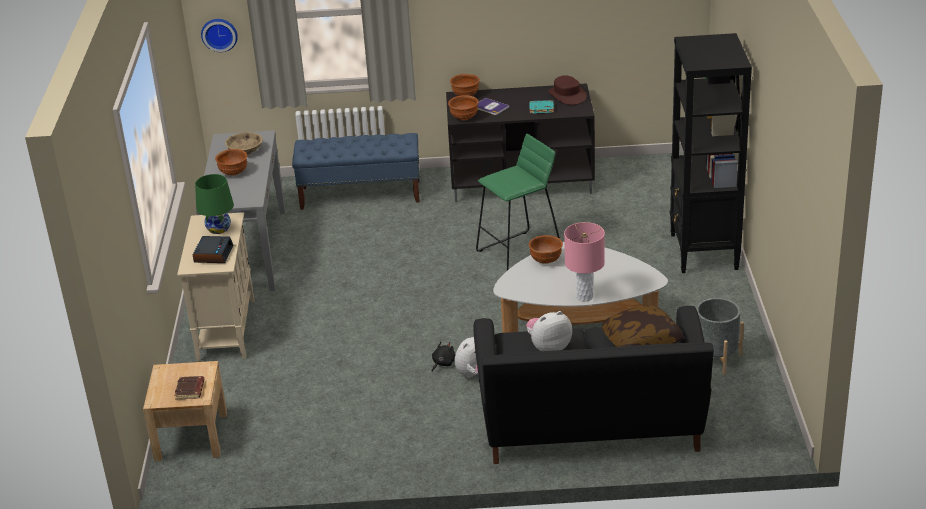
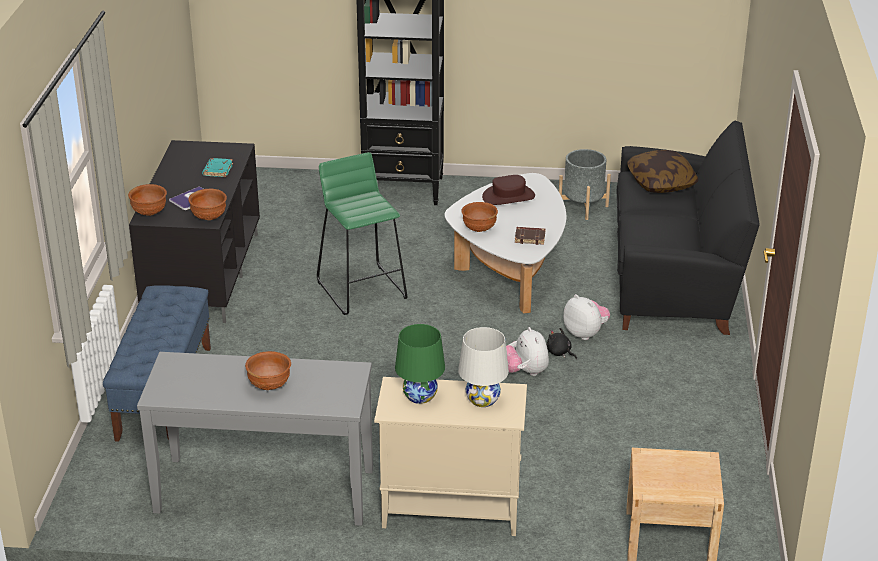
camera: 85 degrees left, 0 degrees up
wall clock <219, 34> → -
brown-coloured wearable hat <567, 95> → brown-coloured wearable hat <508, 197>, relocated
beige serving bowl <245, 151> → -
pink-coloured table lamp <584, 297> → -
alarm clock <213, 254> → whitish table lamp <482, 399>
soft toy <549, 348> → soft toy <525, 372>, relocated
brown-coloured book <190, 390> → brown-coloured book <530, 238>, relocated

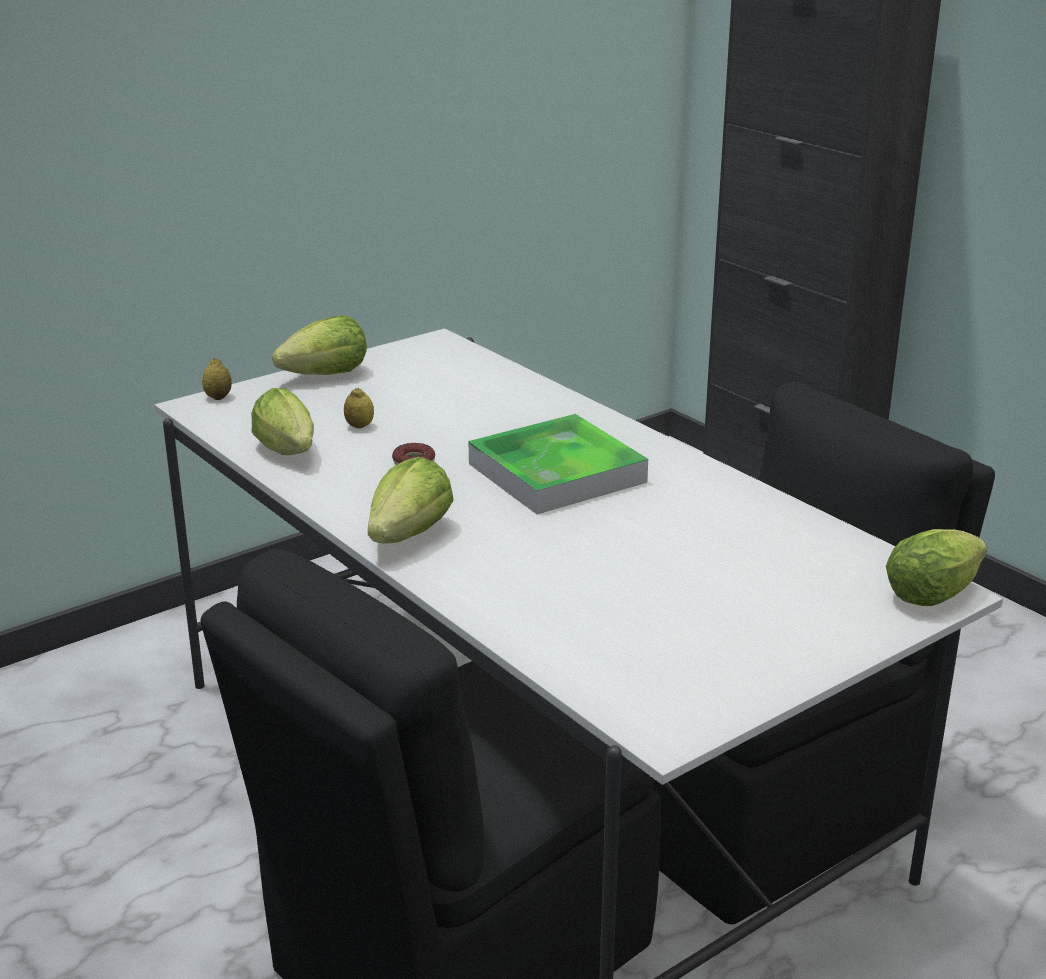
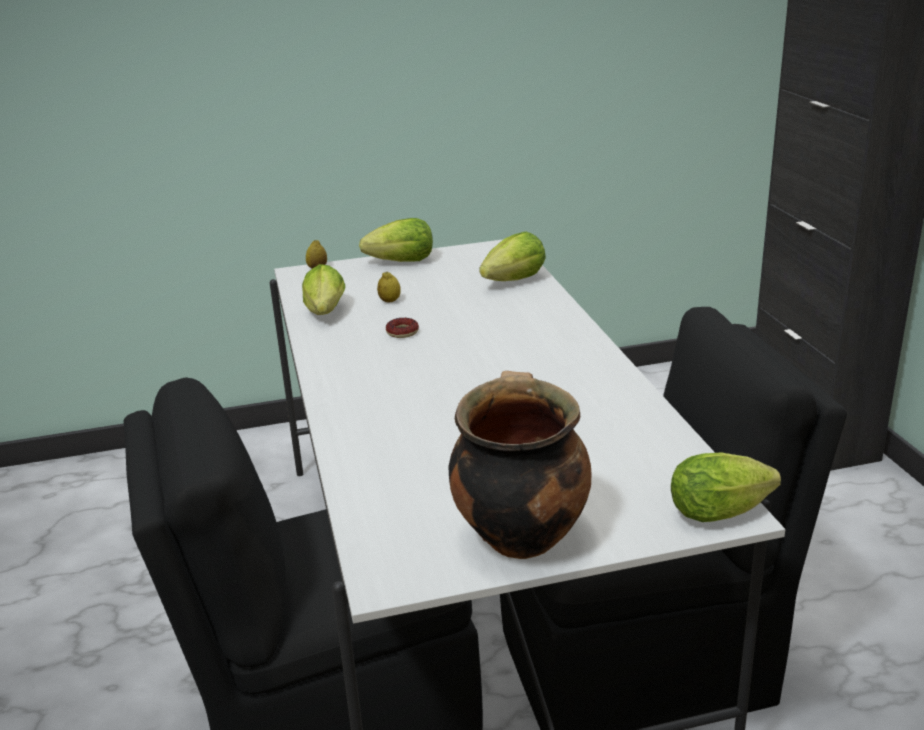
camera: 25 degrees right, 0 degrees up
carrying tray <556, 473> → -
lettuce <410, 535> → lettuce <515, 281>, relocated
- → saucepot <519, 535>

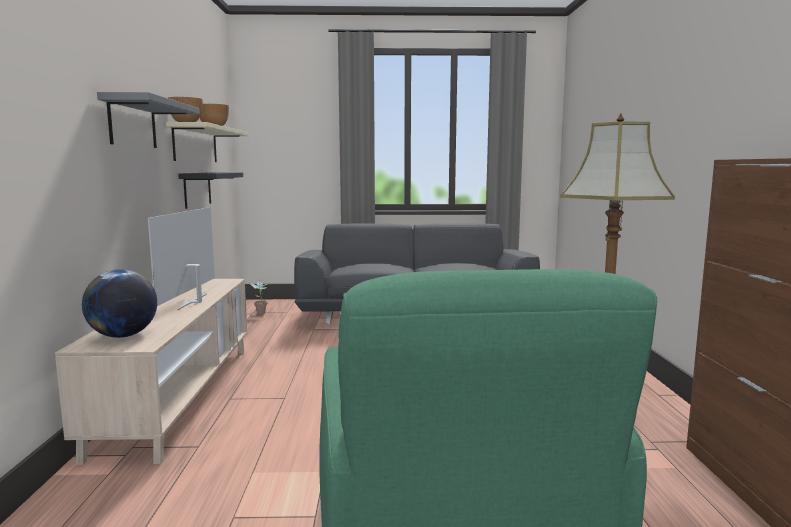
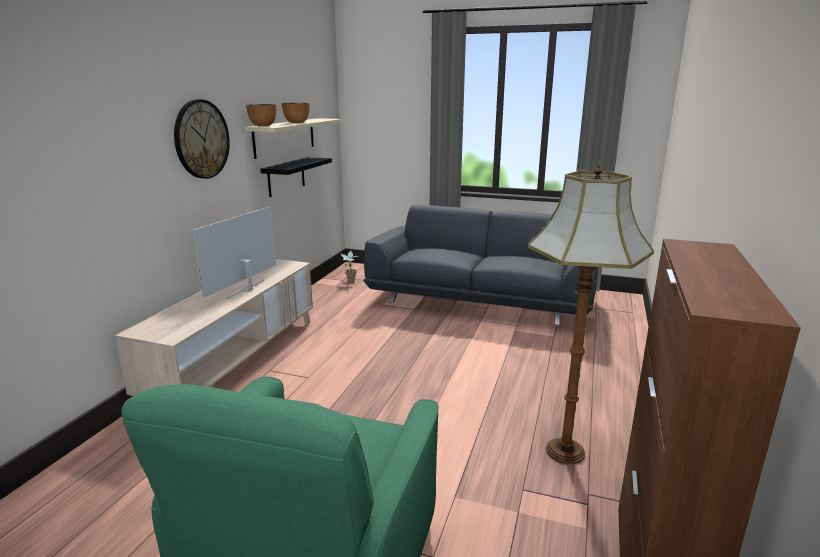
camera: 20 degrees right, 10 degrees up
greyish wall shelf <133, 123> → wall clock <201, 139>
world globe <123, 336> → -

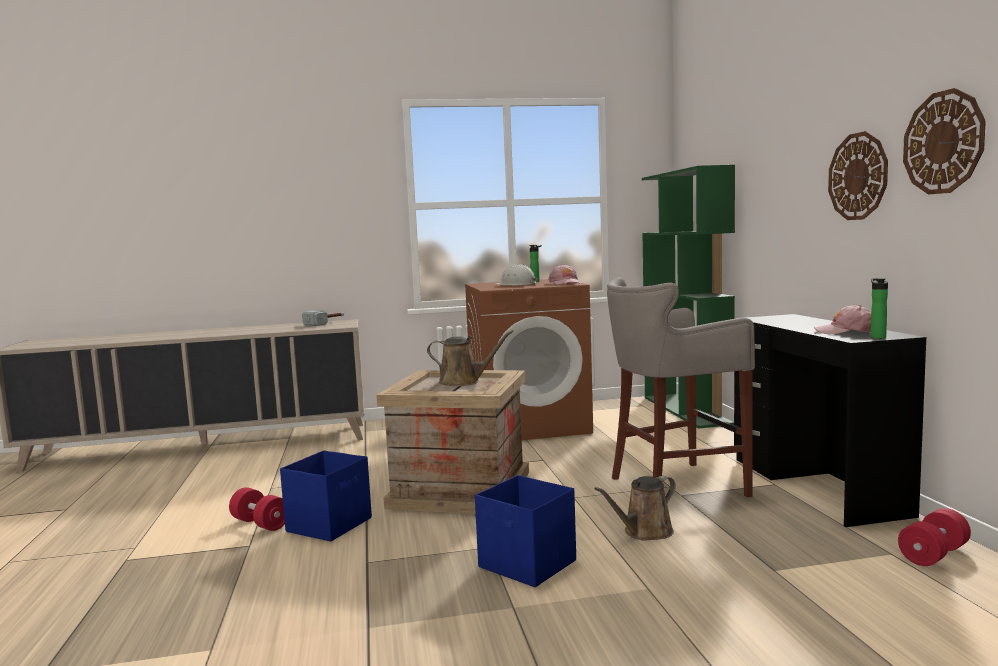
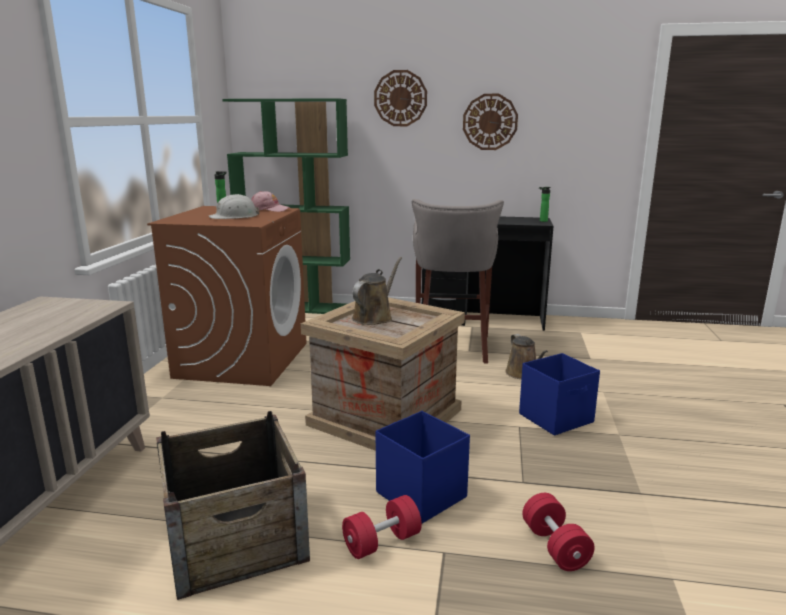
camera: 70 degrees left, 10 degrees up
wall clock <943, 142> → wall clock <400, 98>, relocated
pink-coloured cap <846, 331> → -
tool hammer <326, 323> → -
reddish free weight <933, 554> → reddish free weight <555, 546>, relocated
- → packing crate <234, 538>

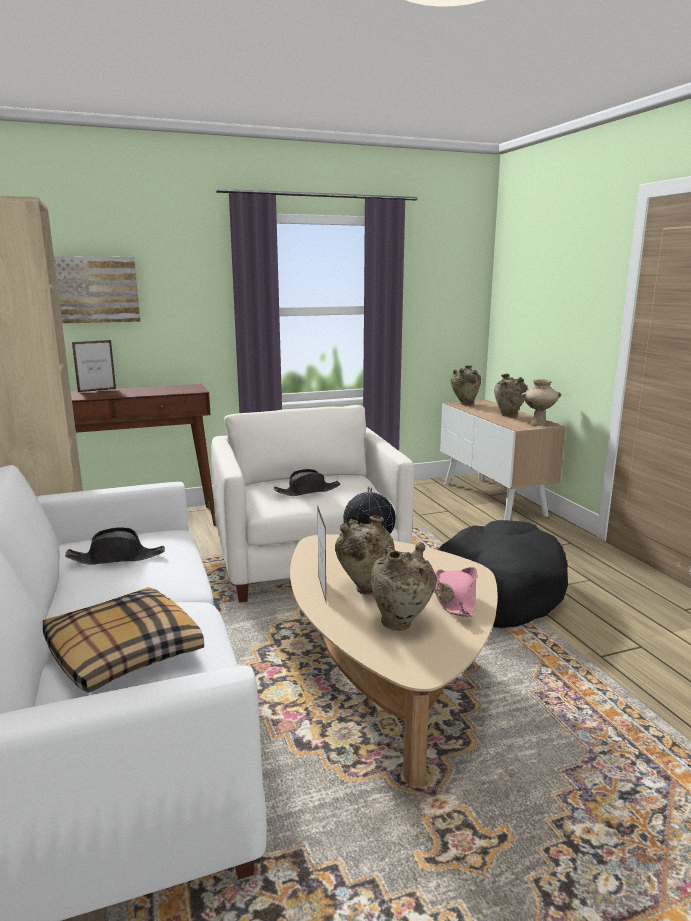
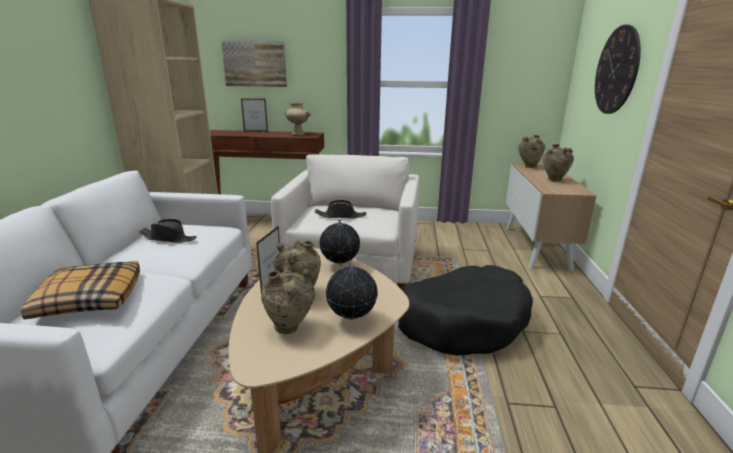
camera: 25 degrees right, 5 degrees up
beige flower vase <537, 424> → beige flower vase <298, 134>, relocated
pink-coloured wearable hat <455, 599> → world globe <351, 320>
- → wall clock <616, 70>

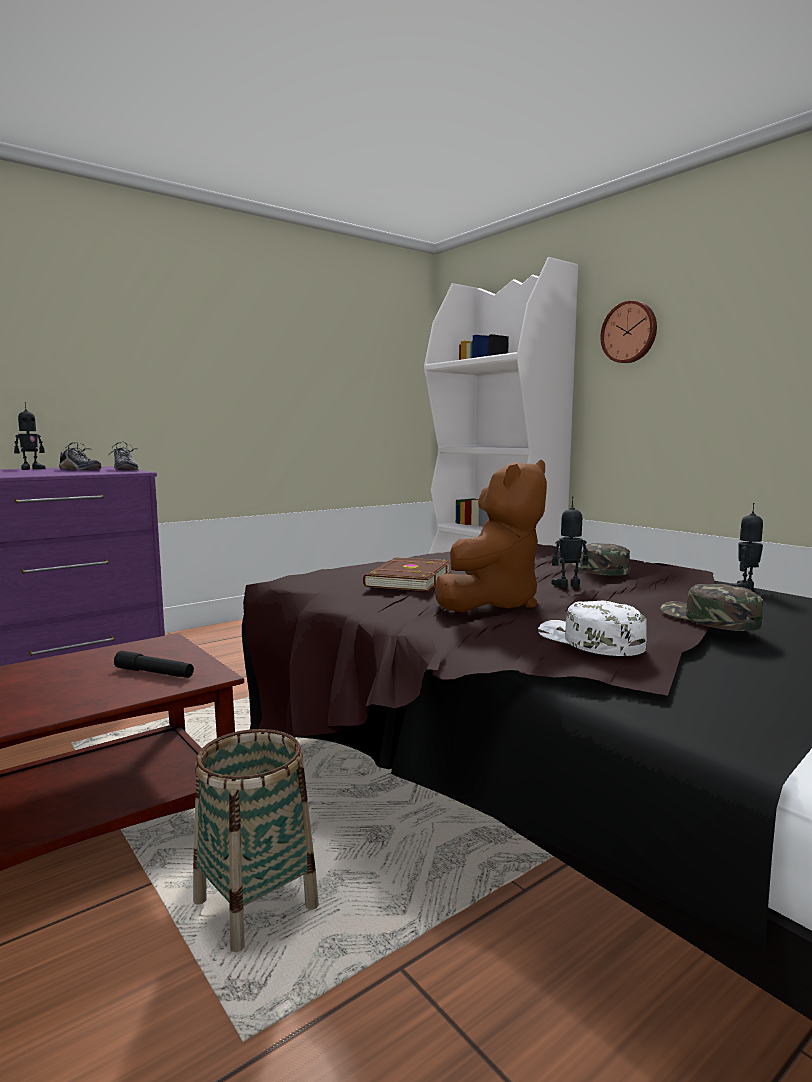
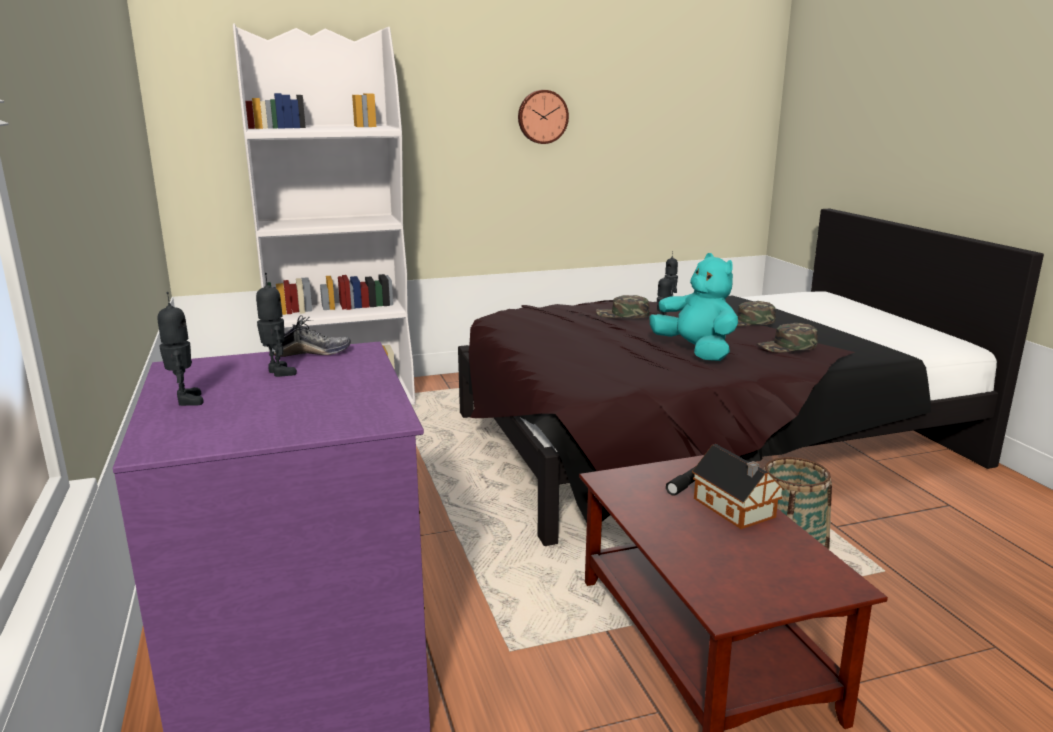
camera: 70 degrees left, 10 degrees up
wall clock <630, 332> → wall clock <542, 117>, relocated
low shoe <80, 470> → robot figure <278, 373>
brown-coloured soft toy <492, 604> → blue-green soft toy <696, 351>
brown-coloured book <407, 579> → -
whitish cap <589, 641> → green cap <787, 346>
- → toy house <735, 509>

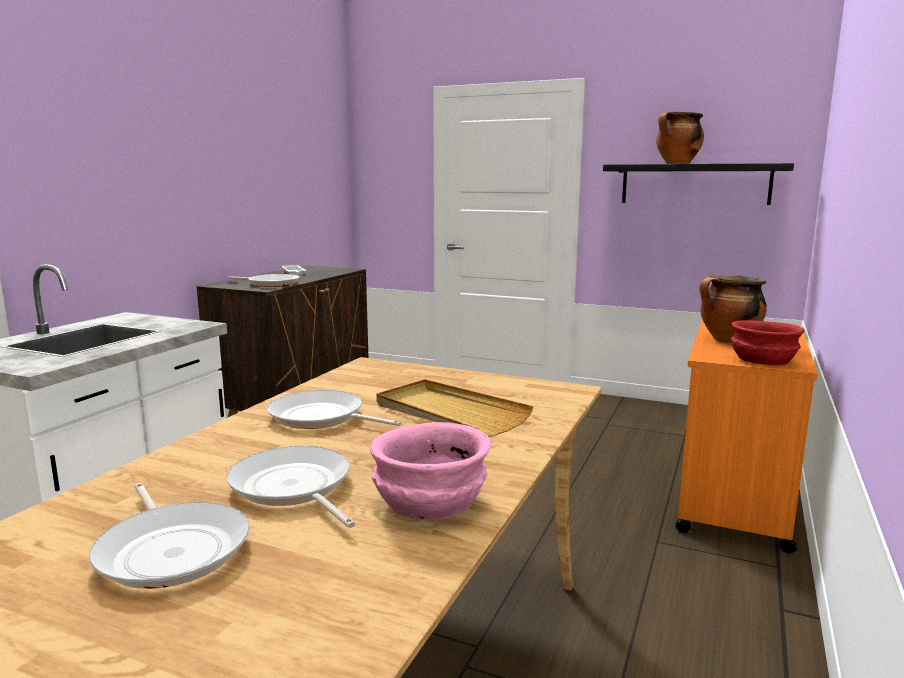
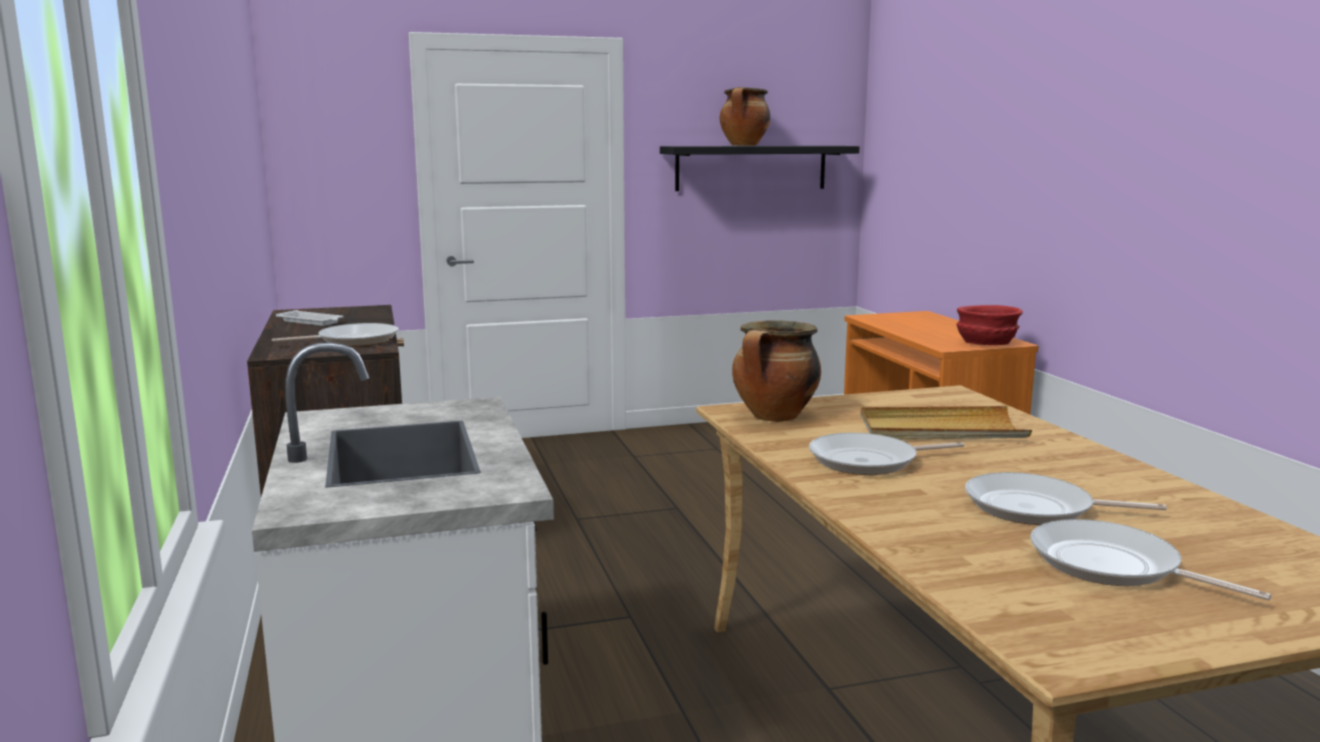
camera: 40 degrees left, 0 degrees up
saucepot <728, 341> → saucepot <774, 417>, relocated
pink-coloured serving bowl <429, 504> → -
frying pan <172, 549> → frying pan <1112, 566>, 150 degrees counterclockwise

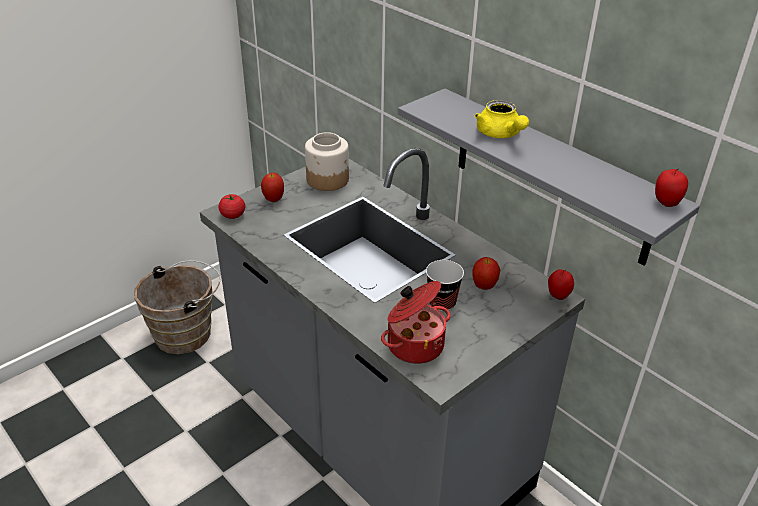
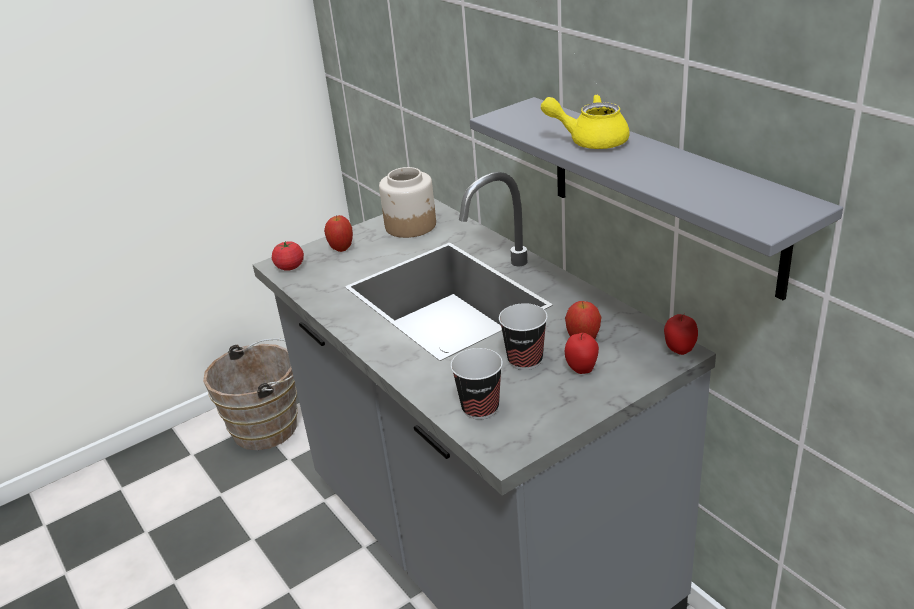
camera: 10 degrees right, 5 degrees down
yellowish tea pot <500, 134> → yellowish tea pot <590, 141>, 120 degrees clockwise
apple <666, 203> → apple <581, 369>, relocated
saucepot <414, 344> → cup <480, 408>

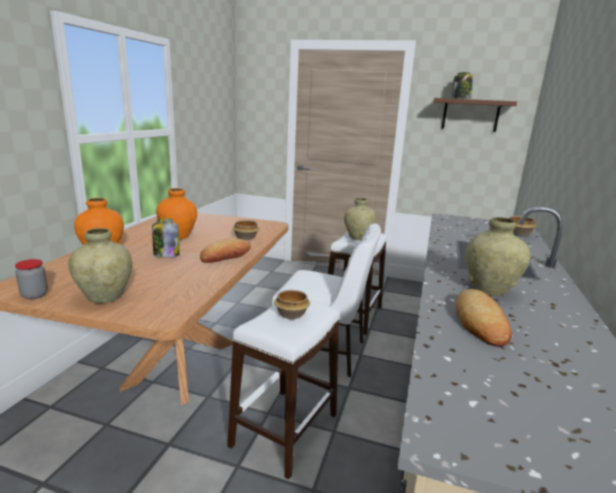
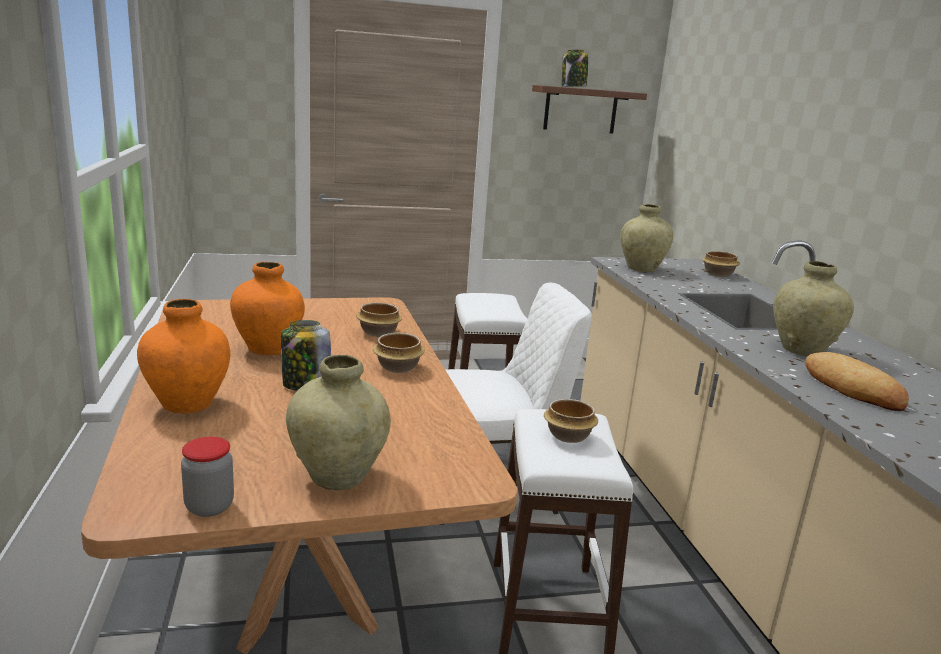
camera: 30 degrees left, 0 degrees up
beige flower vase <358, 238> → beige flower vase <641, 269>, relocated
bread <226, 255> → serving bowl <399, 367>

